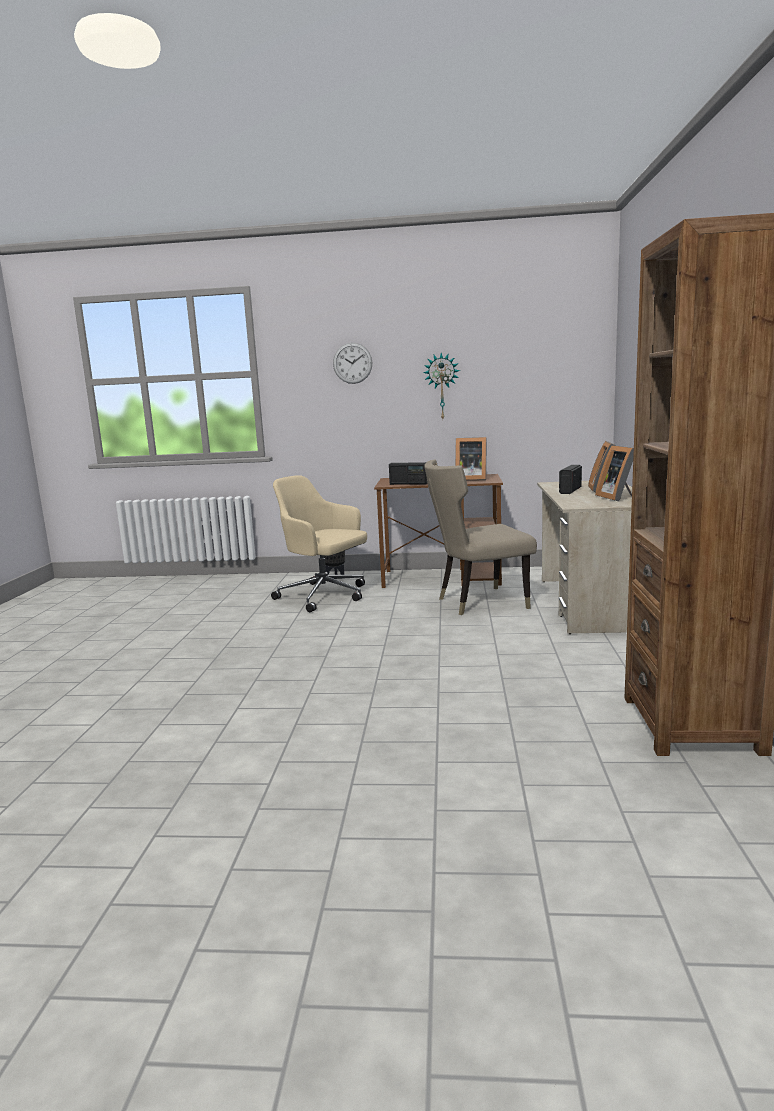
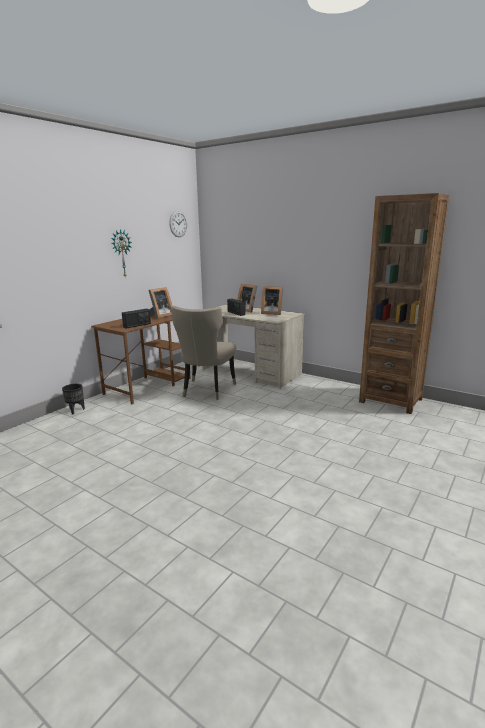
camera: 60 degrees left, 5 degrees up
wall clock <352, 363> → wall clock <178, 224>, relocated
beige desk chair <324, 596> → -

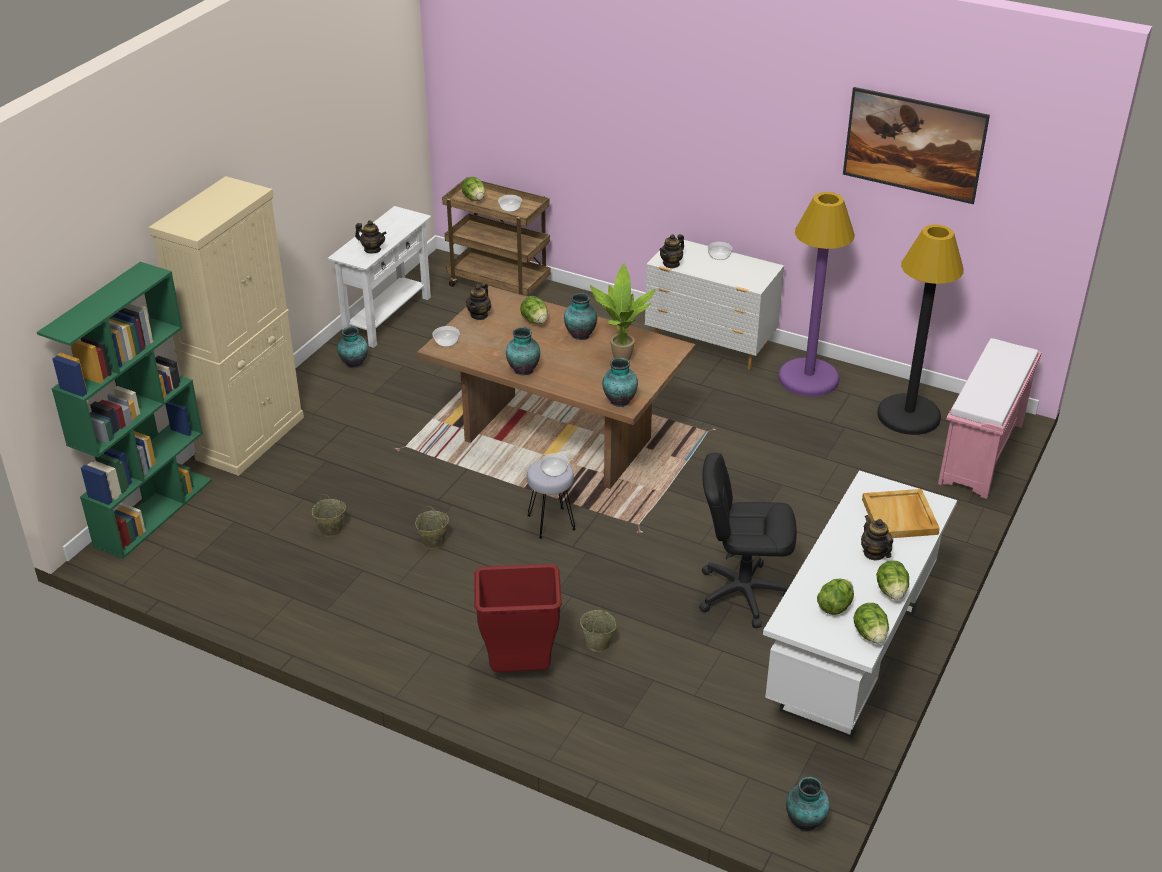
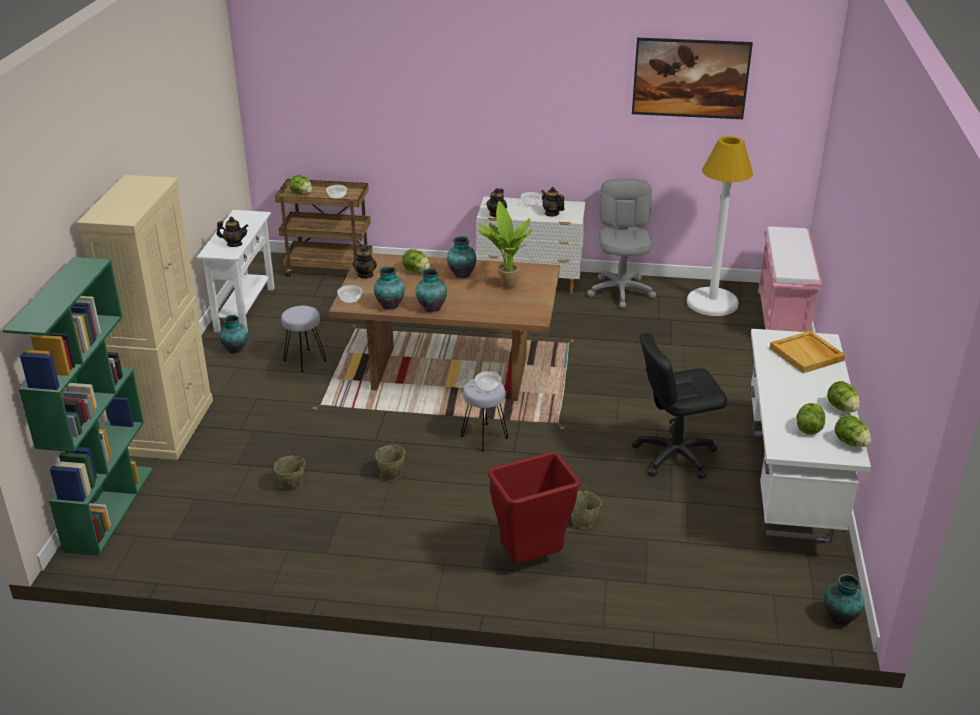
camera: 20 degrees left, 5 degrees down
purple-coloured standard lamp <808, 378> → greyish desk chair <621, 291>
black standard lamp <908, 416> → whitish standard lamp <712, 303>
flower vase <619, 401> → flower vase <389, 306>, relocated
tea pot <874, 553> → tea pot <552, 213>, relocated
- → greyish stool <304, 360>

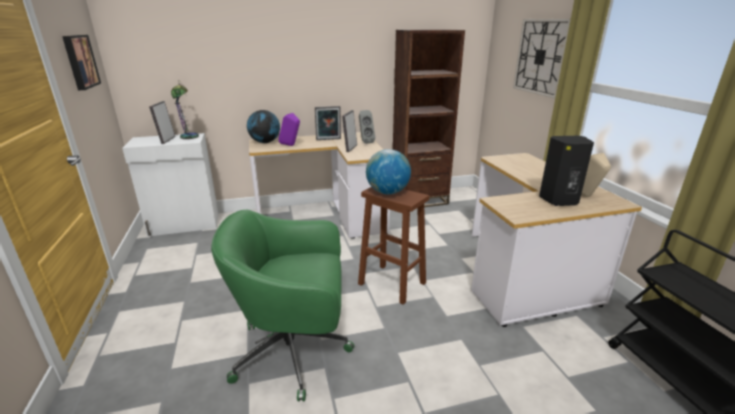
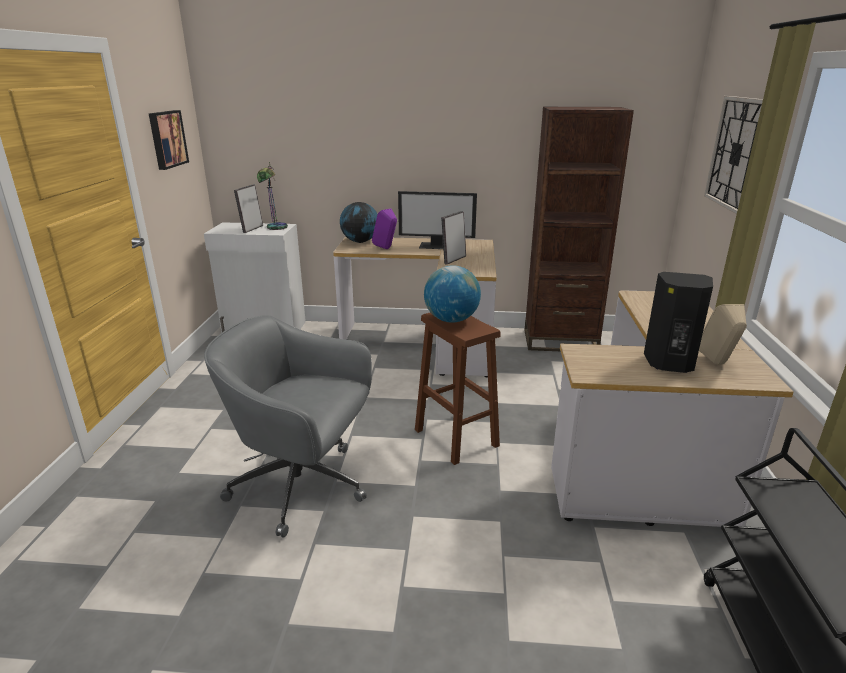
camera: 20 degrees right, 0 degrees up
picture frame <328, 139> → computer screen <437, 246>
greyish speaker <365, 142> → -
green desk chair <295, 351> → greyish desk chair <303, 486>

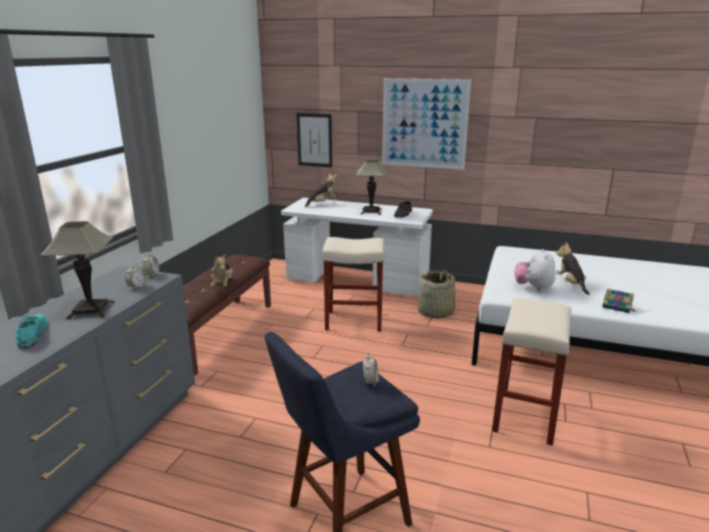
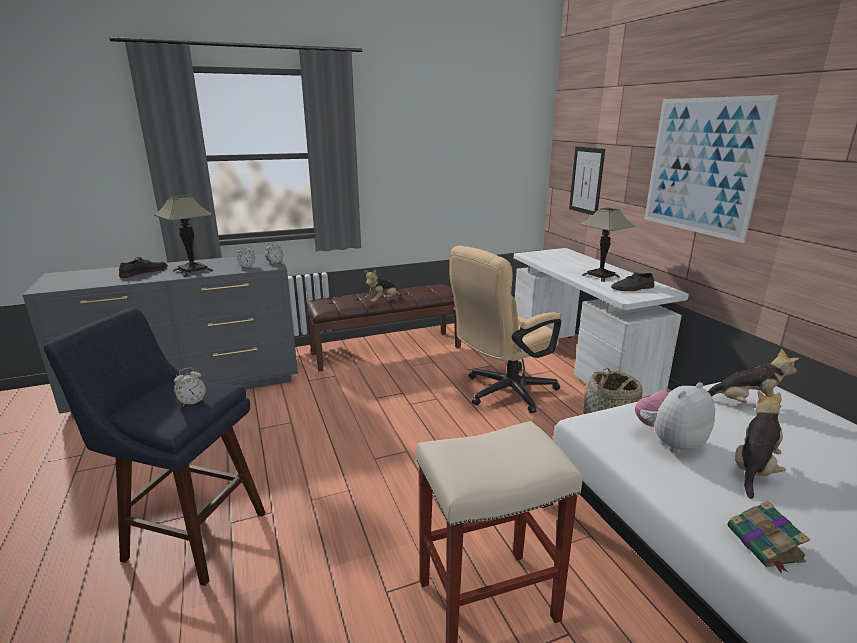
camera: 50 degrees right, 0 degrees up
soft toy <322, 204> → soft toy <745, 404>, relocated
beige stool <353, 321> → beige desk chair <502, 393>
blue-green low shoe <32, 333> → greyish low shoe <144, 272>

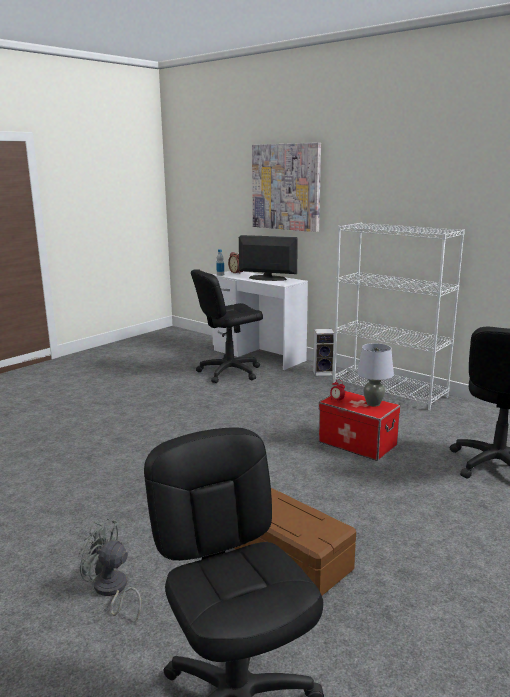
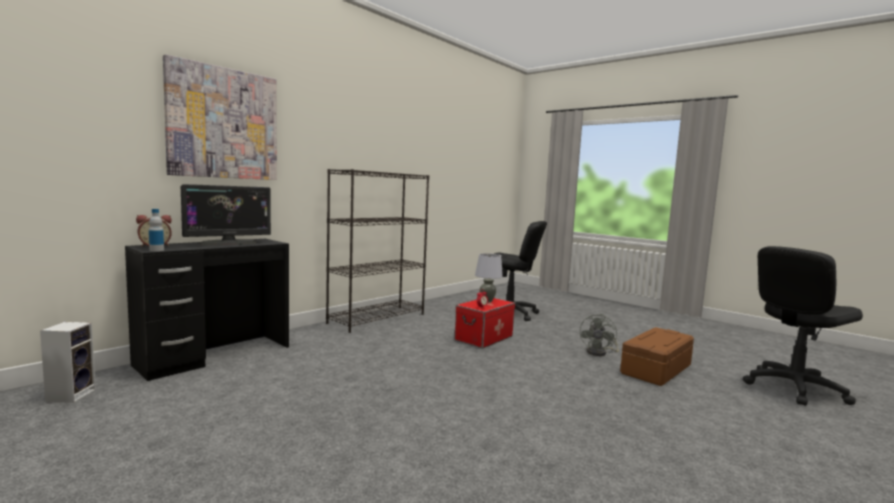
camera: 90 degrees left, 10 degrees down
whitish bookcase <389, 390> → black bookcase <377, 318>
computer screen <267, 278> → computer screen <228, 243>, 150 degrees counterclockwise
black desk chair <229, 372> → -
whitish desk <258, 355> → black desk <215, 355>
speaker <323, 372> → speaker <71, 395>, relocated
greyish electric fan <111, 591> → greyish electric fan <600, 352>, relocated

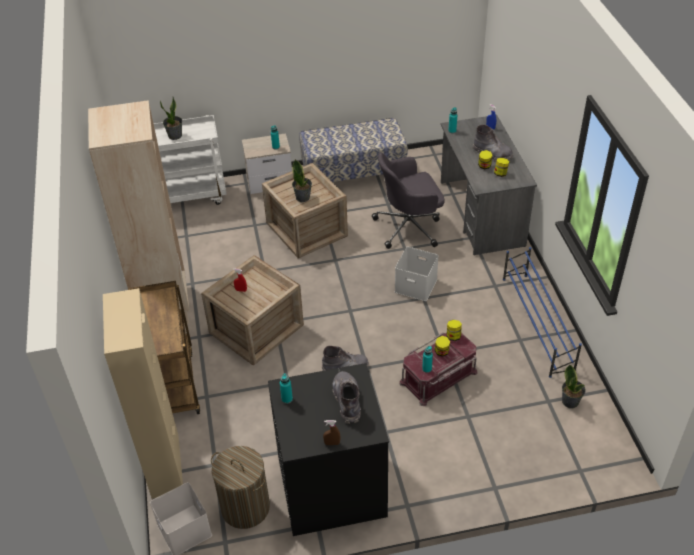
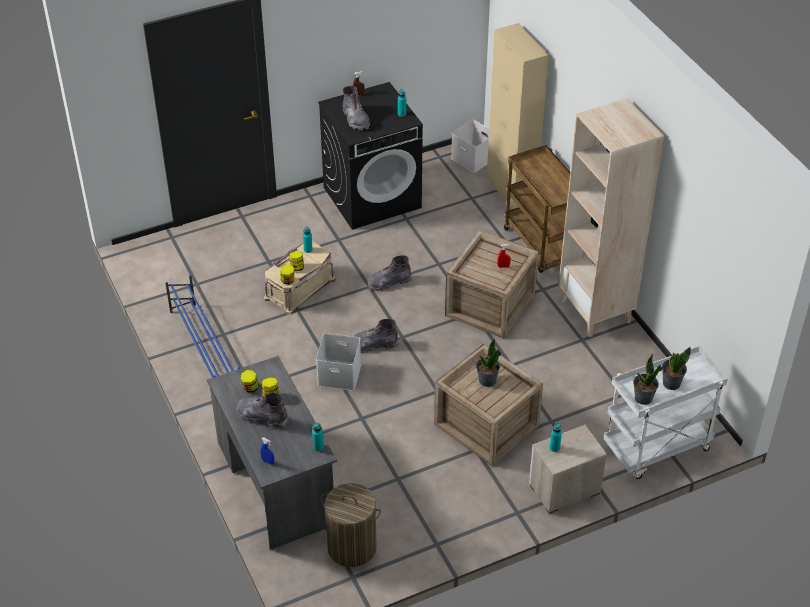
camera: 165 degrees right, 0 degrees up
bench <353, 175> → -
greyish desk chair <409, 227> → -
reddish storage container <439, 378> → beige storage container <299, 288>
houseplant <570, 401> → houseplant <643, 398>, relocated
laundry basket <245, 507> → laundry basket <352, 547>, relocated
- → greyish boot <374, 344>

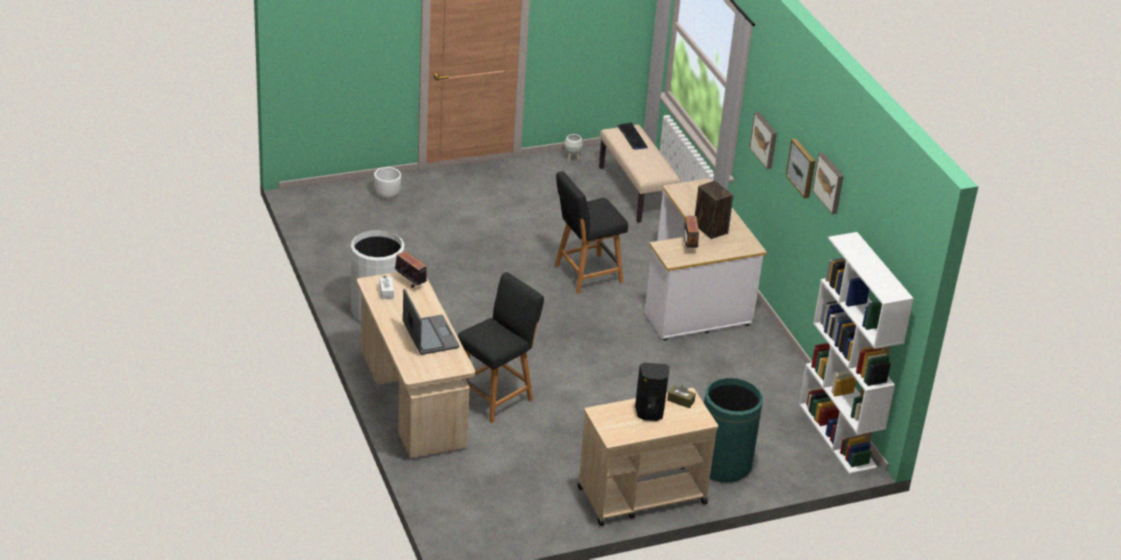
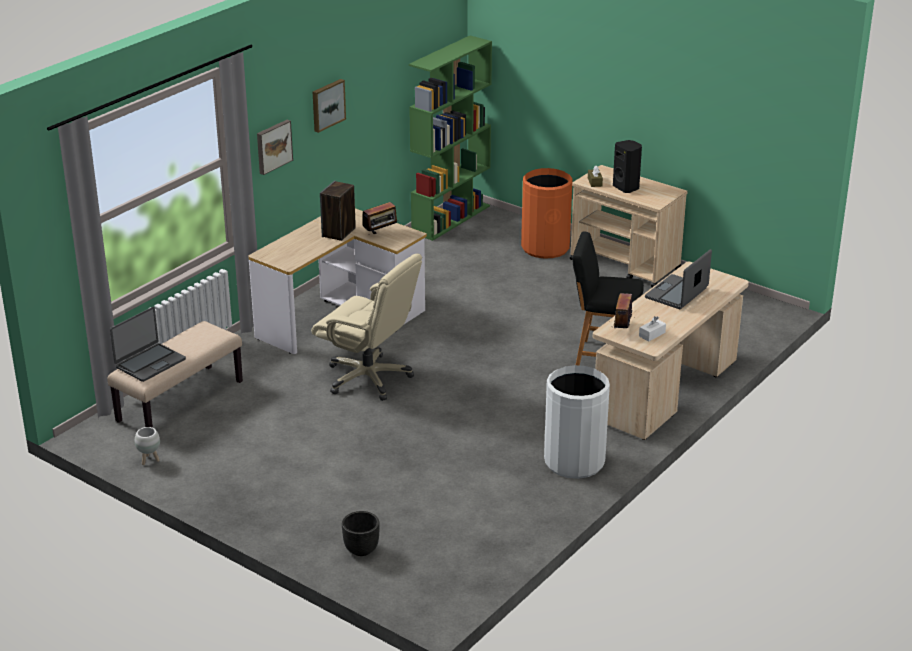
camera: 120 degrees left, 5 degrees down
keyboard <632, 137> → notebook computer <150, 363>
wall art <830, 183> → -
whitish flower pot <387, 195> → black flower pot <361, 549>
black stool <585, 275> → beige desk chair <369, 378>
whitish bookcase <838, 436> → green bookcase <451, 219>
green rubbish bin <723, 464> → orange-coloured rubbish bin <545, 247>

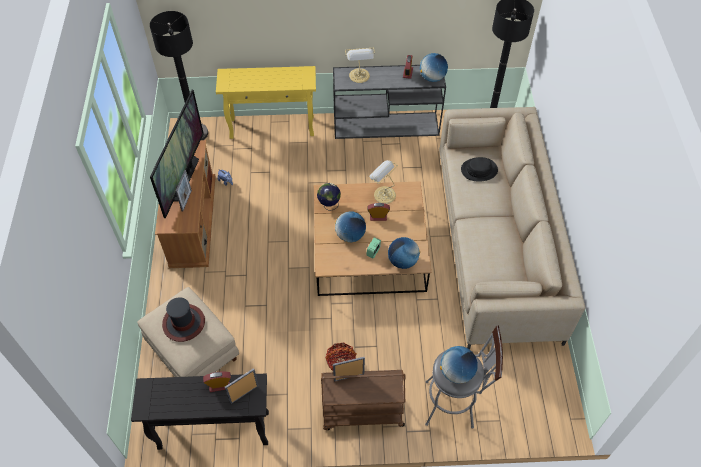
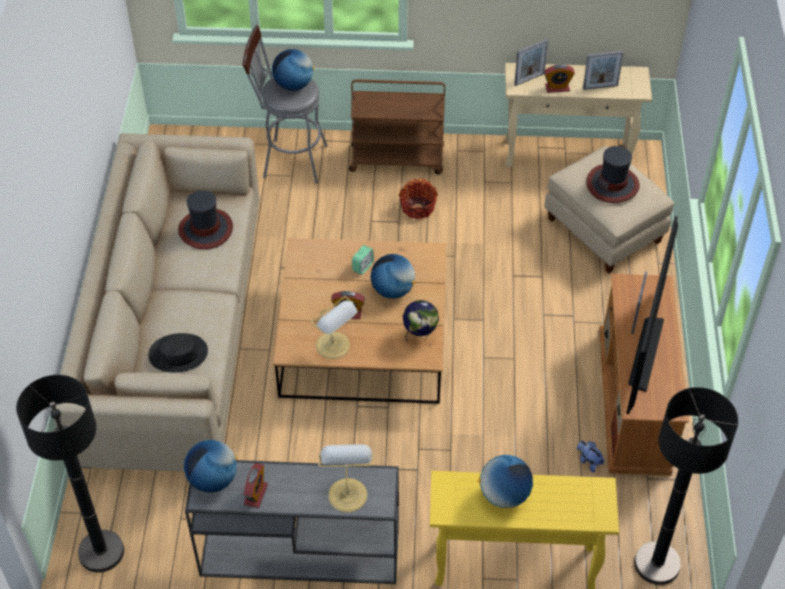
camera: 175 degrees left, 5 degrees down
world globe <402, 261> → world globe <504, 495>, relocated
picture frame <349, 377> → picture frame <600, 87>, relocated
black hall table <213, 430> → beige hall table <568, 155>
- → wearable hat <206, 229>

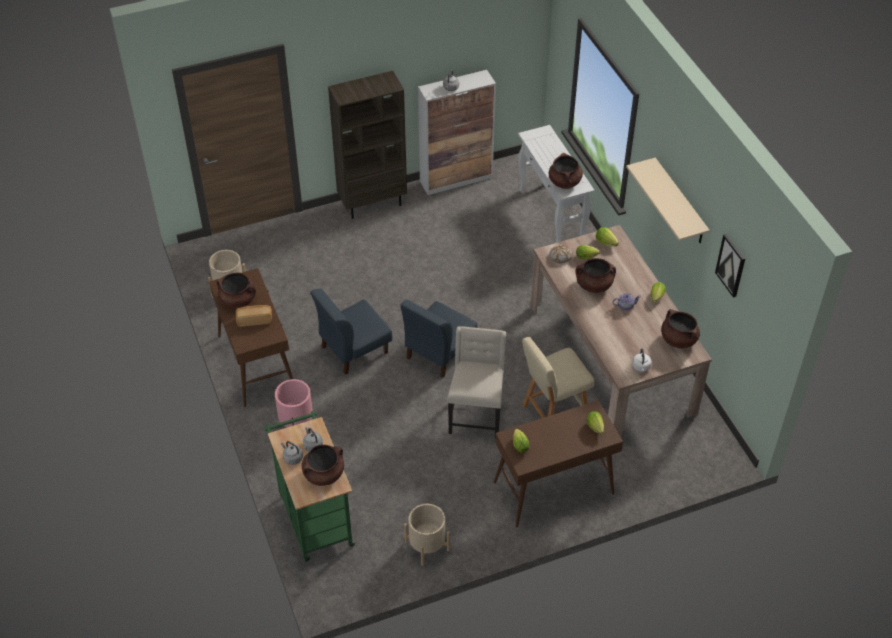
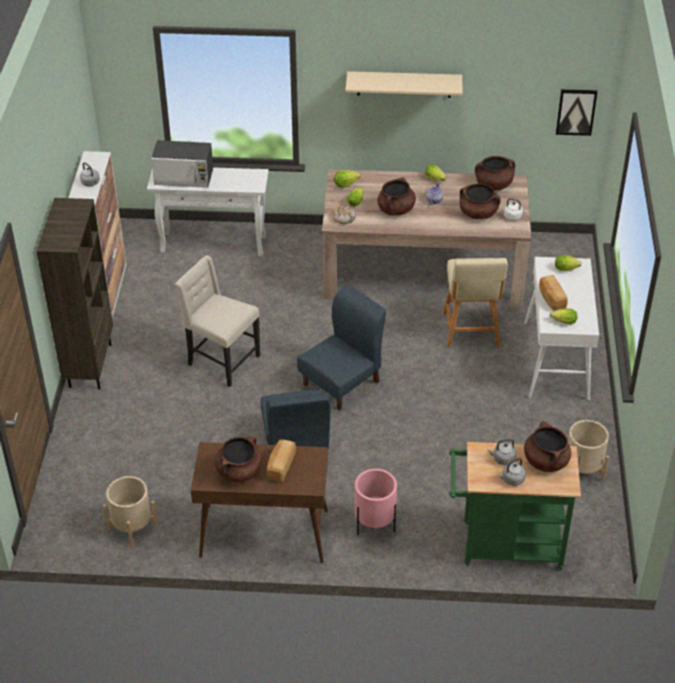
camera: 65 degrees left, 5 degrees down
brown-coloured saucepot <565, 182> → brown-coloured saucepot <478, 213>, relocated
wall art <731, 265> → wall art <576, 111>, relocated
blue-coloured plain chair <438, 352> → blue-coloured plain chair <342, 383>, 105 degrees counterclockwise
beige plain chair <476, 415> → beige plain chair <222, 361>, relocated
brown-coloured hall table <553, 489> → whitish hall table <556, 361>
- → microwave <184, 177>
- → bread <551, 299>

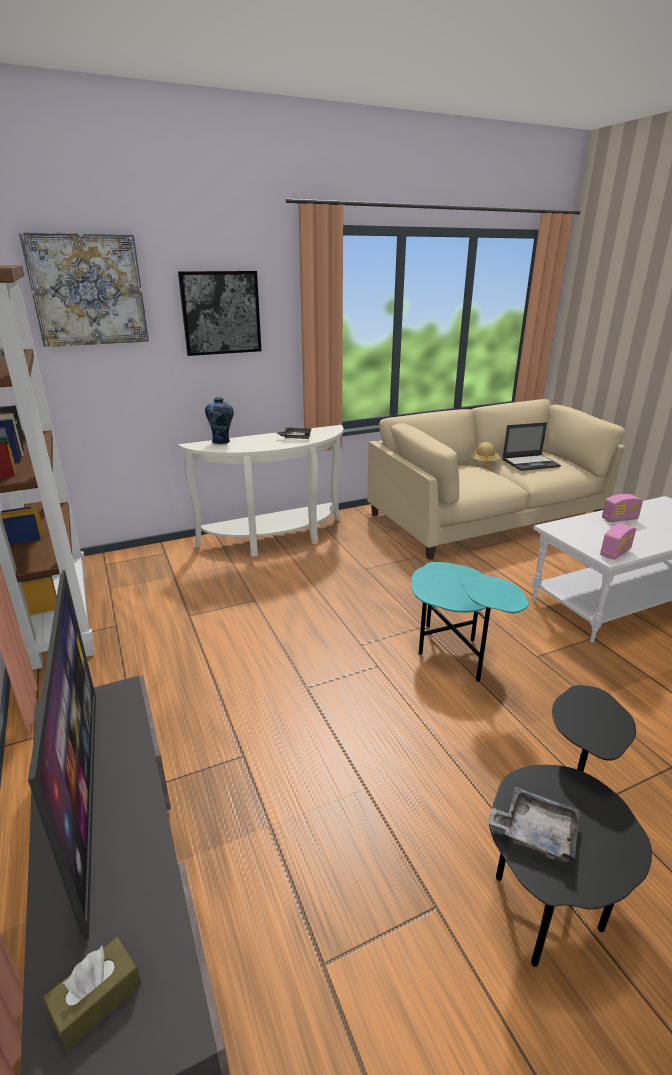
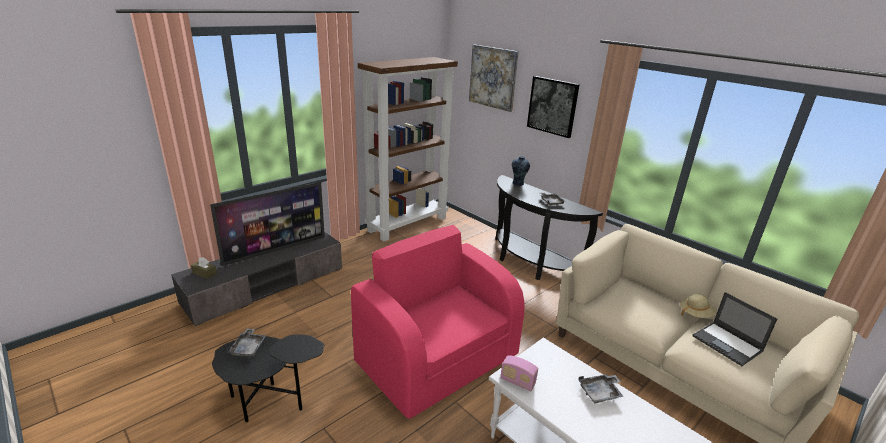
camera: 70 degrees right, 0 degrees up
whitish hall table <276, 540> → black hall table <528, 263>
radio receiver <619, 519> → greyish carrying tray <600, 393>
blue-green side table <454, 654> → pink-coloured armchair <437, 358>

